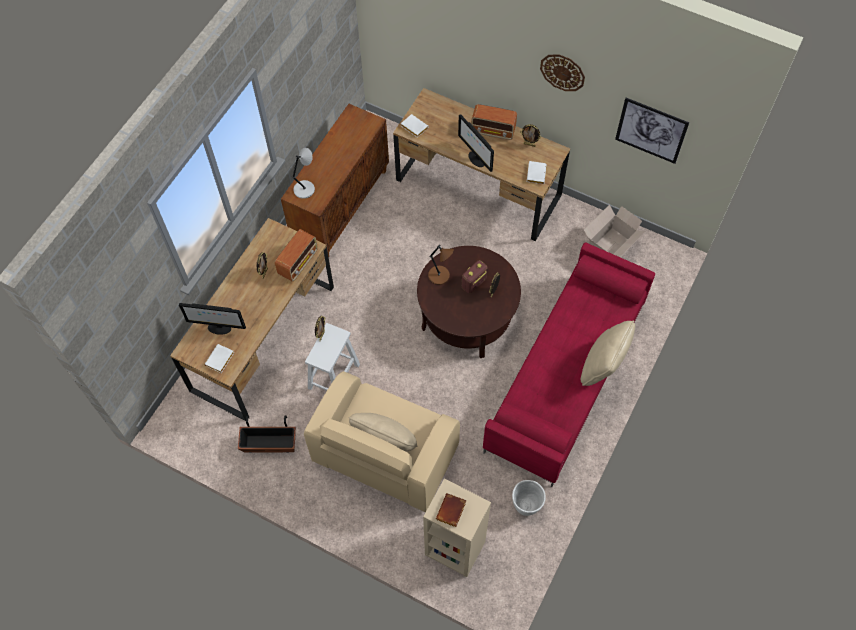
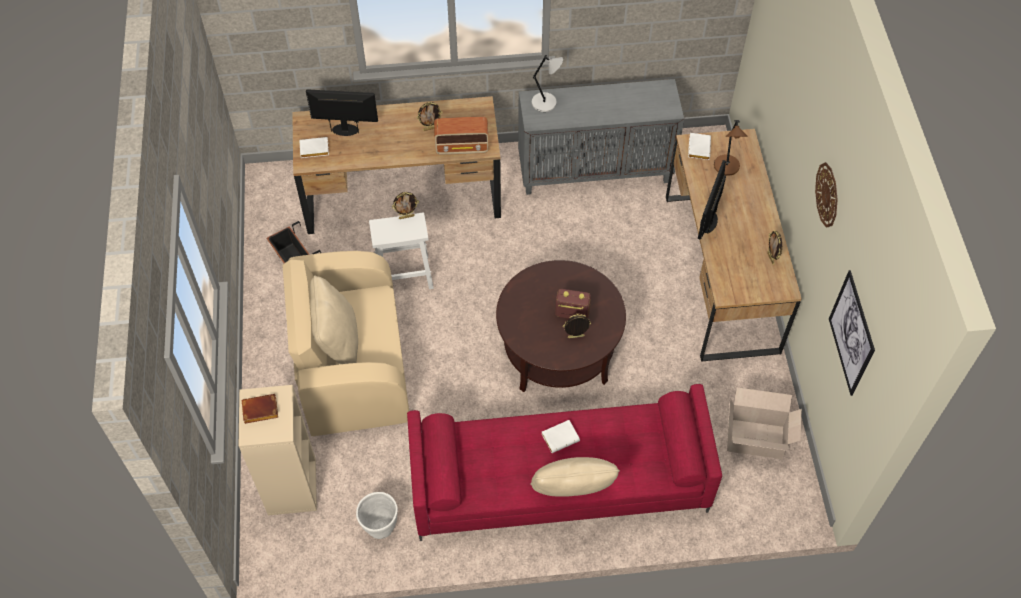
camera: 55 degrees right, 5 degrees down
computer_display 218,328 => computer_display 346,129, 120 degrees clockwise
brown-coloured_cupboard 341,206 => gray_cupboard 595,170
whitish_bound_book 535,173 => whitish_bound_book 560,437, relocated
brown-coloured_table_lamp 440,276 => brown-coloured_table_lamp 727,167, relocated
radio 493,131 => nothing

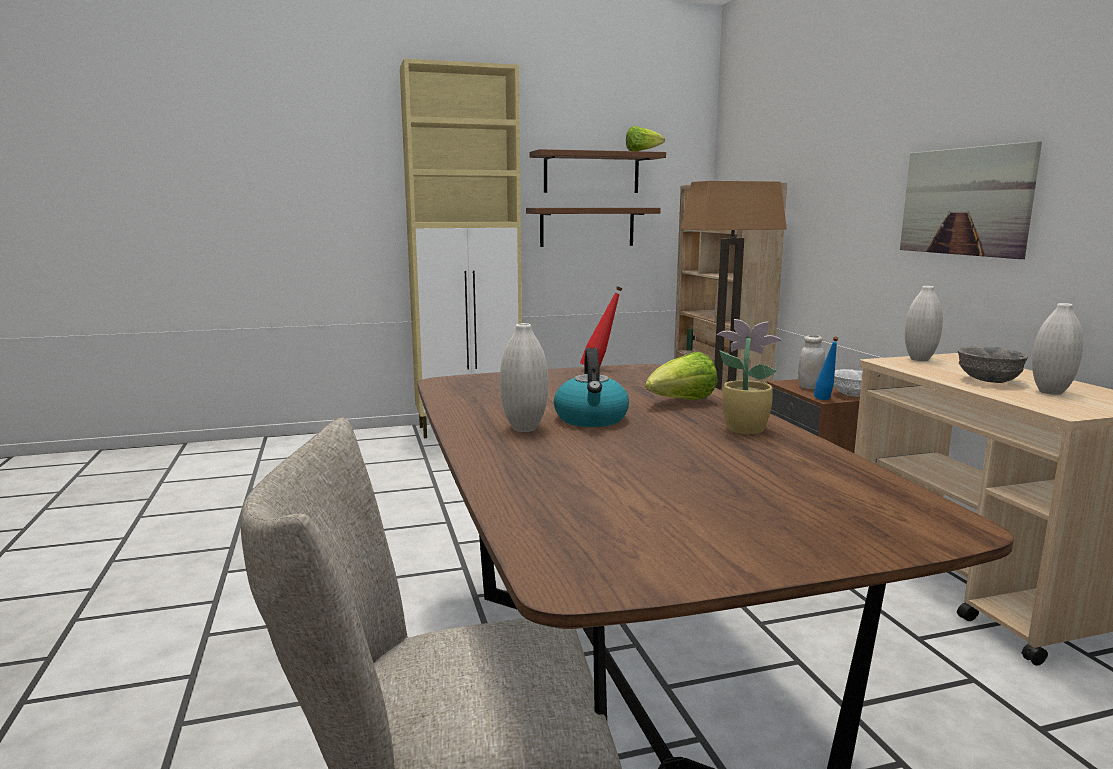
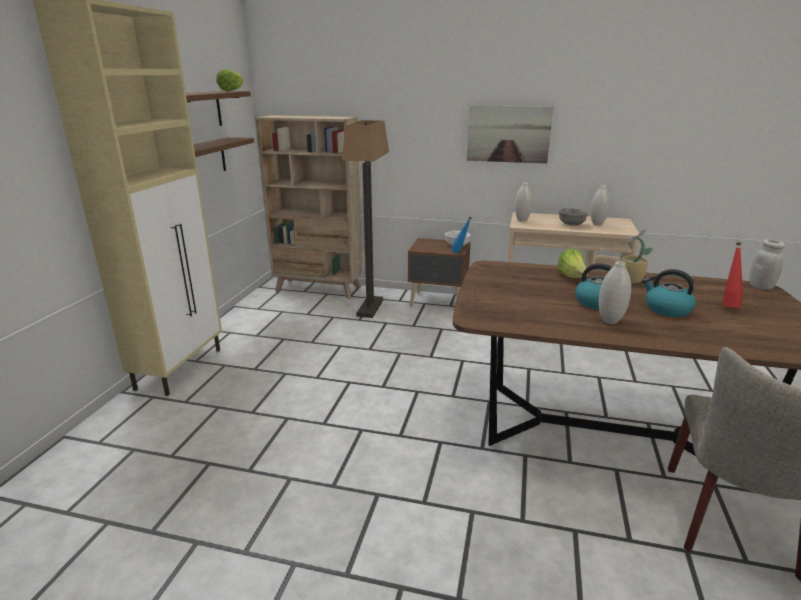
camera: 60 degrees left, 10 degrees up
nothing => tea_kettle 666,309
red_beverage_bottle 600,369 => red_beverage_bottle 728,306, relocated
whitish_preserve_jar 809,387 => whitish_preserve_jar 760,287, relocated

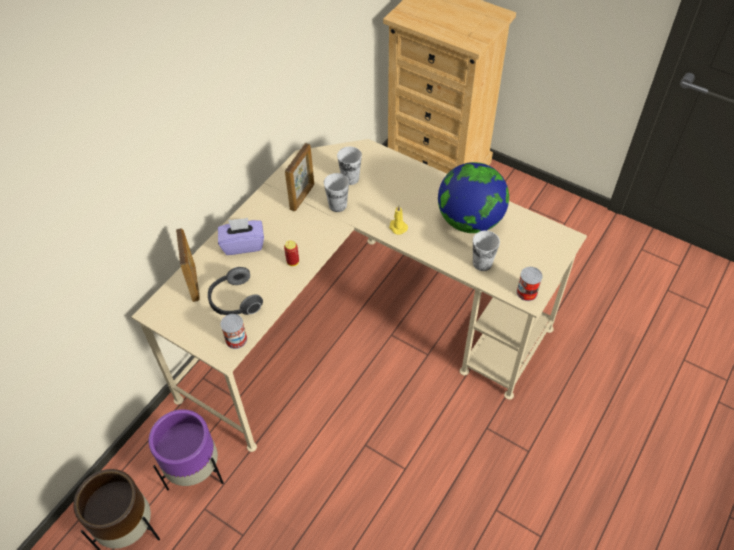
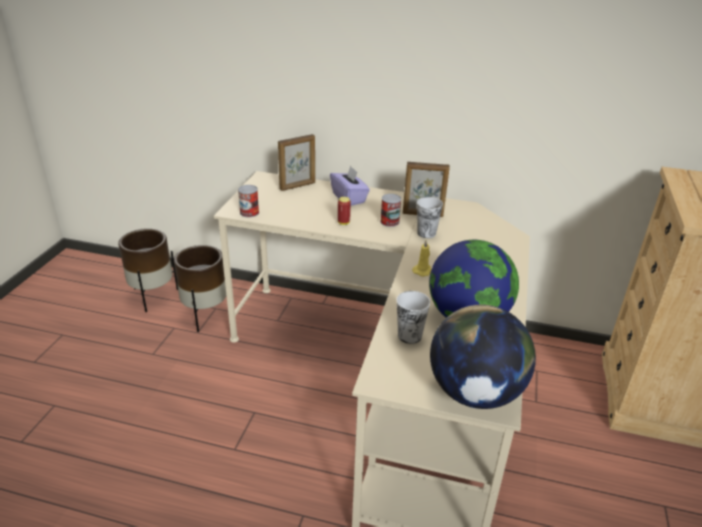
camera: 70 degrees right, 20 degrees down
purple_planter 194,471 => brown-coloured_planter 206,314
can 526,292 => can 389,222, relocated
nothing => world_globe 475,393
headset 234,301 => nothing
cup 350,178 => nothing

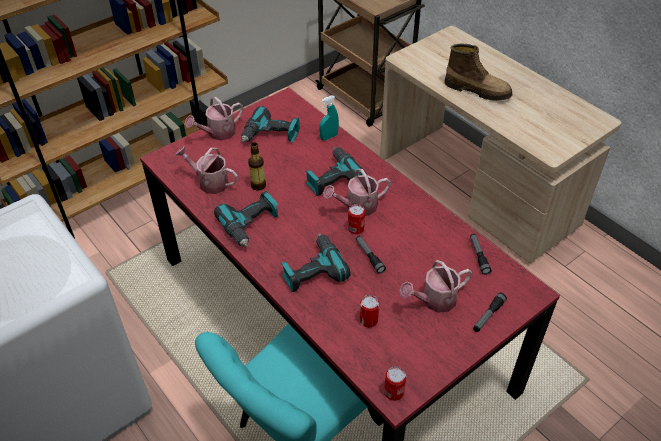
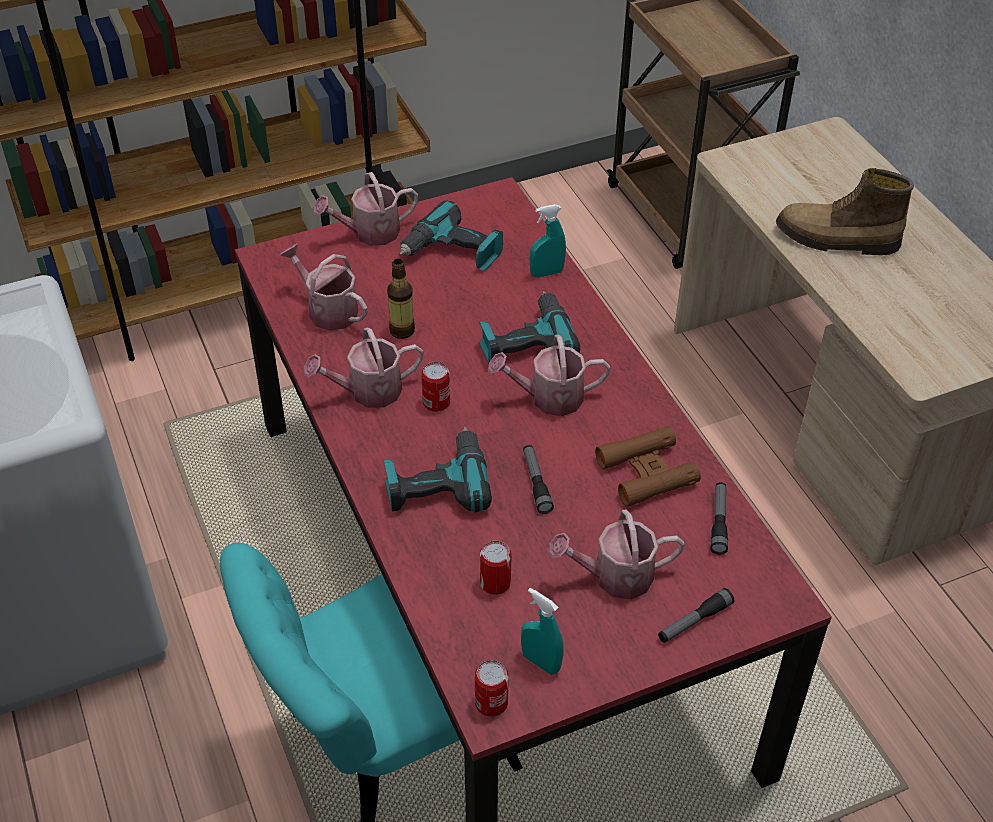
camera: 15 degrees right, 0 degrees up
drill 251,225 => watering_can 367,392
can 356,228 => can 436,402, relocated
nothing => blue-green_hand_sprayer 541,662
nothing => brown-coloured_pair_of_binoculars 646,472
boot 477,90 => boot 836,240, 150 degrees clockwise

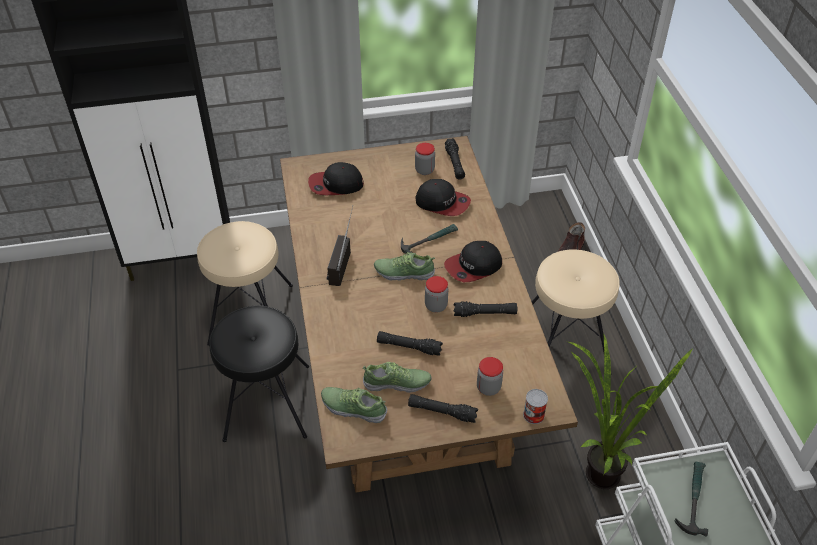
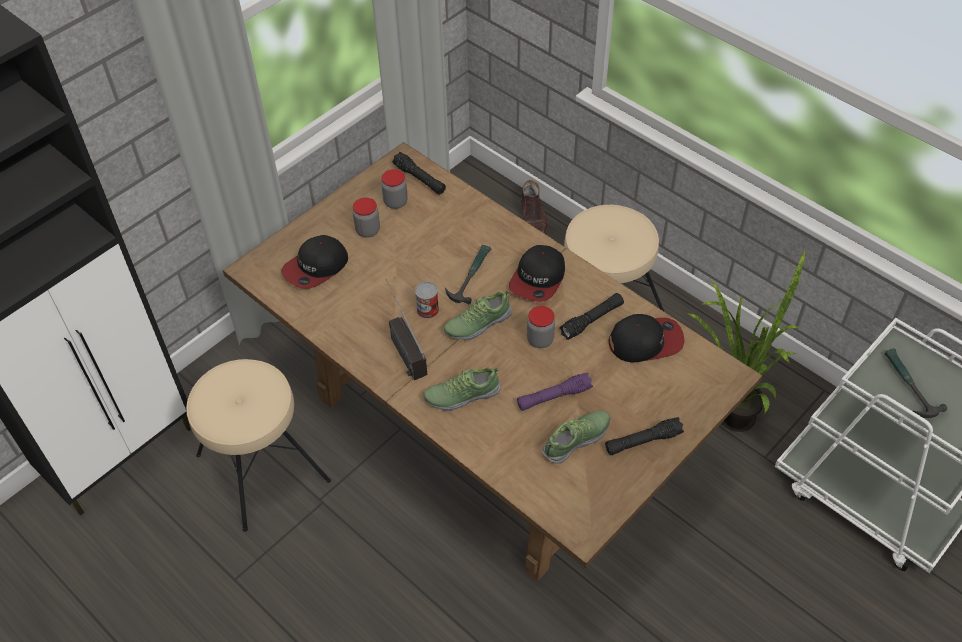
camera: 35 degrees left, 5 degrees up
preserve_jar 488,387 => preserve_jar 368,230, relocated
can 533,415 => can 427,310, relocated
low_shoe 353,407 => low_shoe 462,394, relocated
black-coloured_hand_torch 409,347 => purple_hand_torch 554,397
cap 442,203 => cap 646,341, relocated
black-coloured_stool 266,402 => nothing

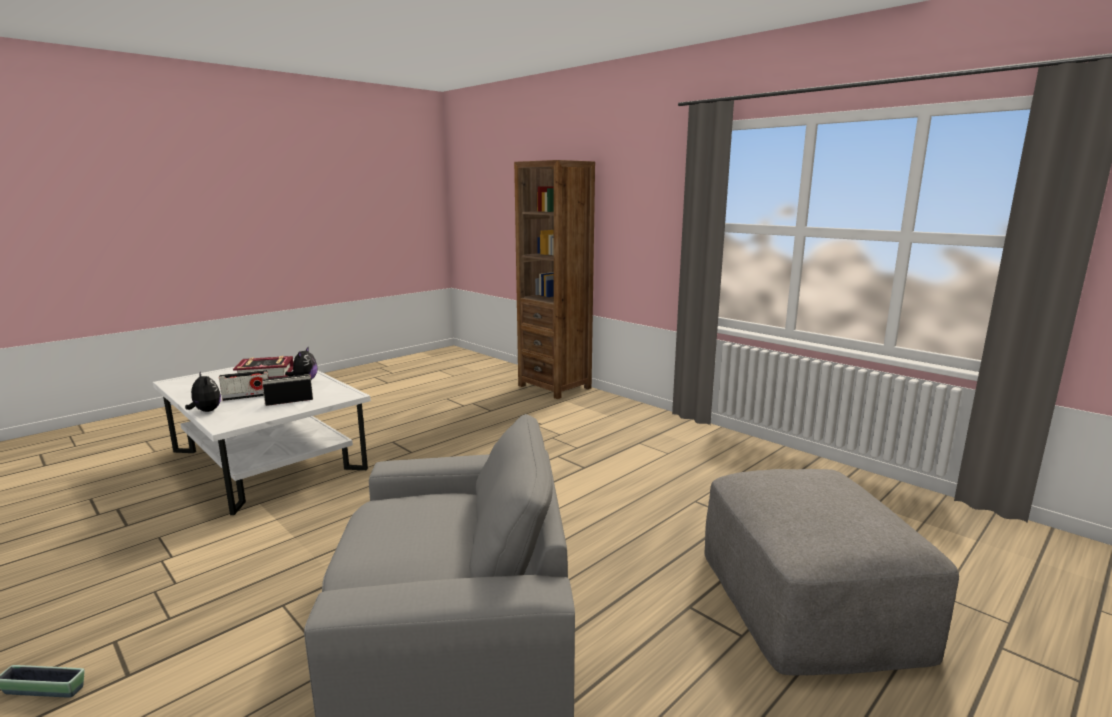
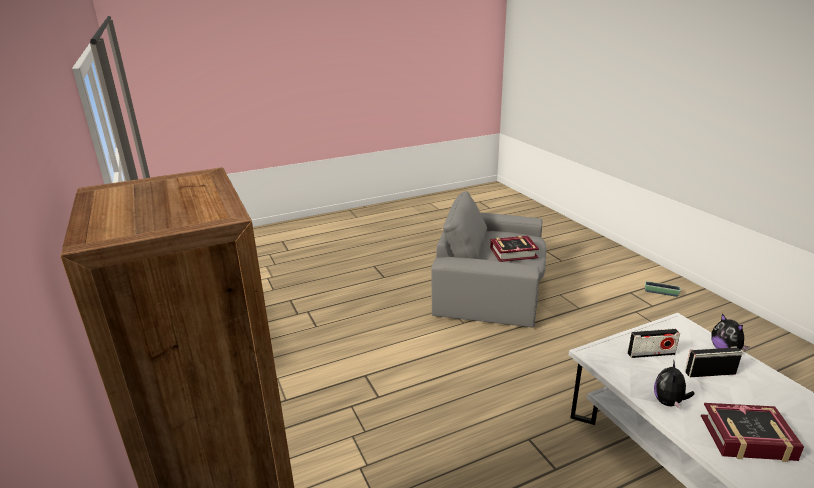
camera: 160 degrees left, 10 degrees up
nothing => bound_book 513,253
gray_pouffe 807,599 => nothing

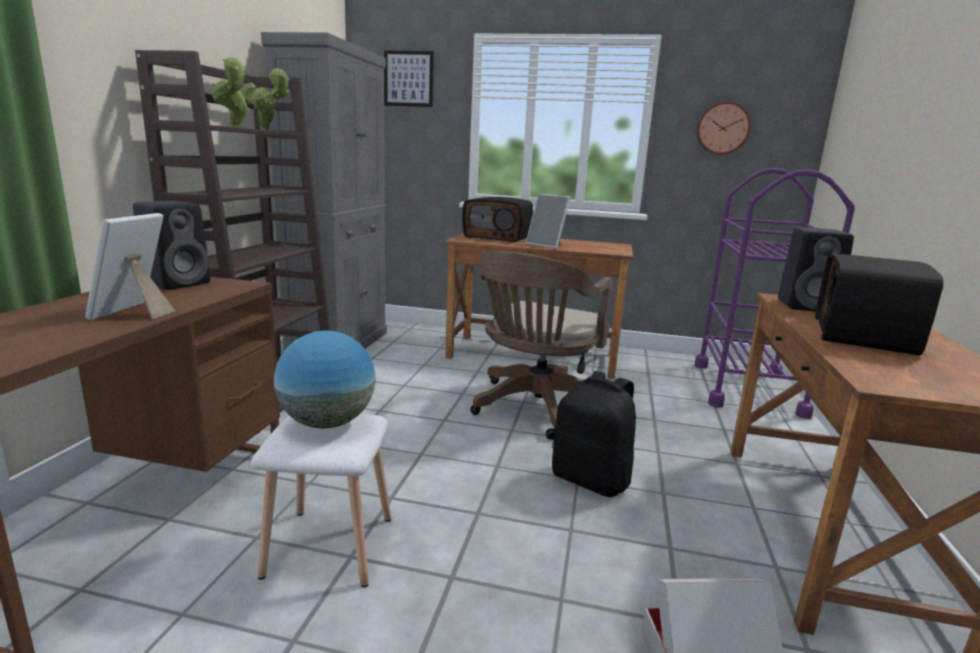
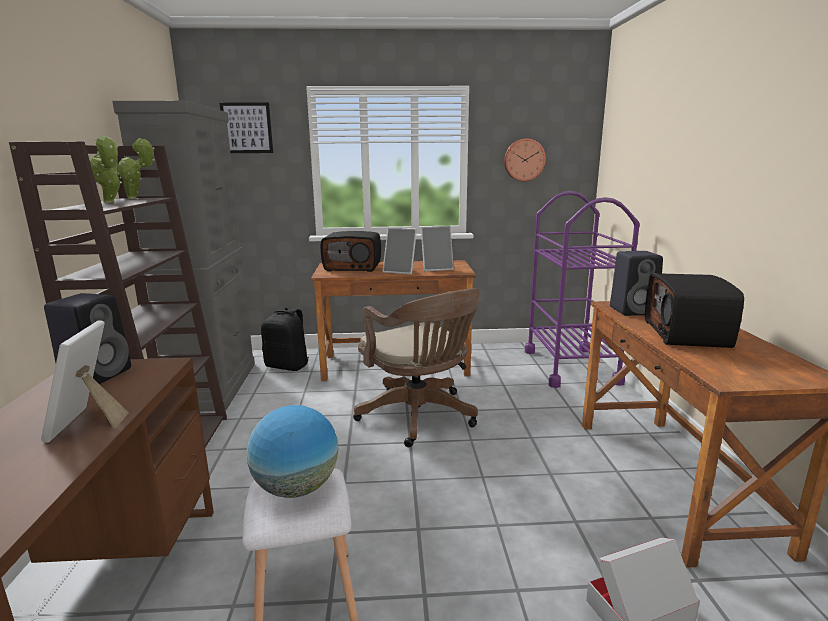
camera: 15 degrees left, 0 degrees up
black-coloured_knapsack 591,480 => black-coloured_knapsack 288,366, relocated
brown-coloured_computer_chair 535,409 => brown-coloured_computer_chair 420,417, 45 degrees counterclockwise
nothing => standing_frame 436,268

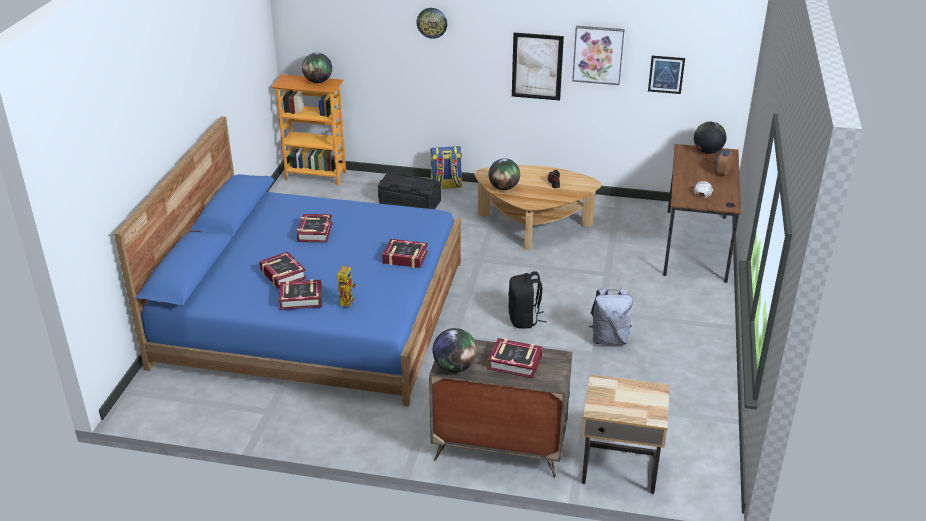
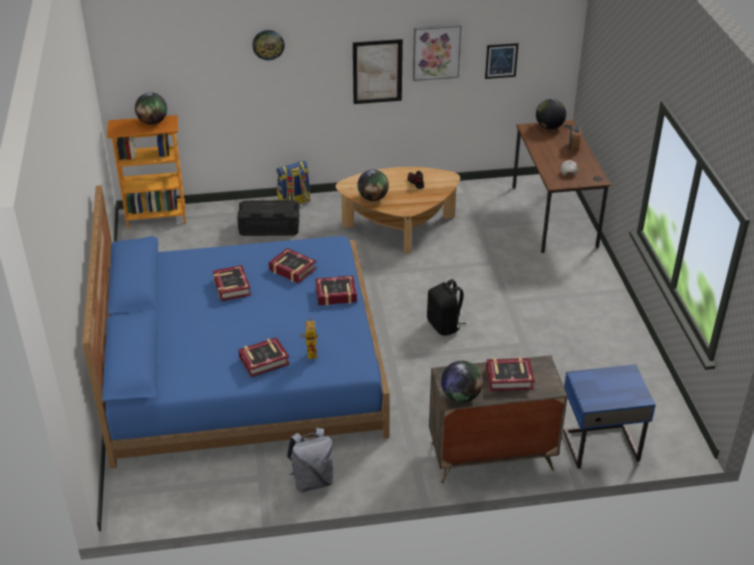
camera: 20 degrees left, 5 degrees up
bound_book 282,274 => bound_book 292,269, relocated
gray_knapsack 609,339 => gray_knapsack 312,480, relocated
beige-coloured_night_table 619,467 => blue-coloured_night_table 599,445

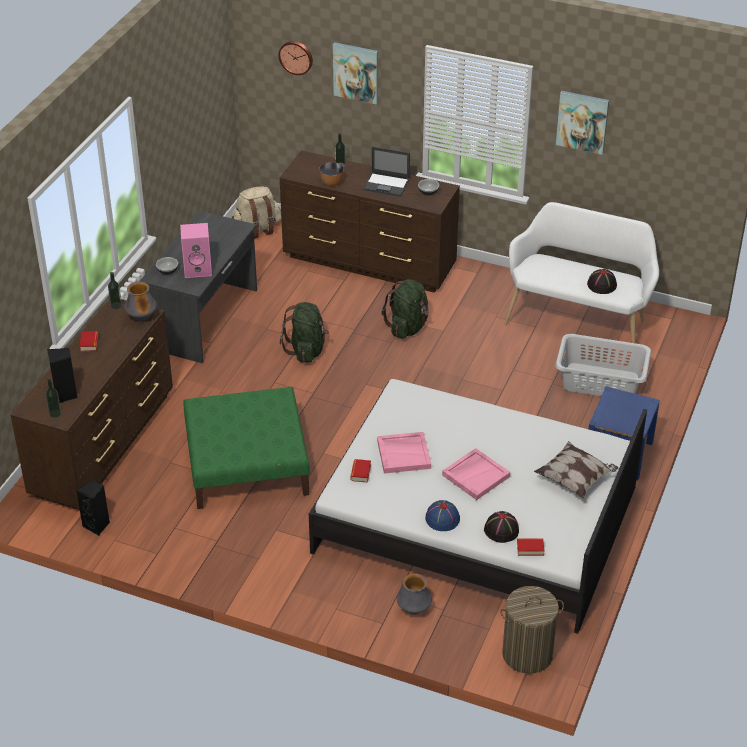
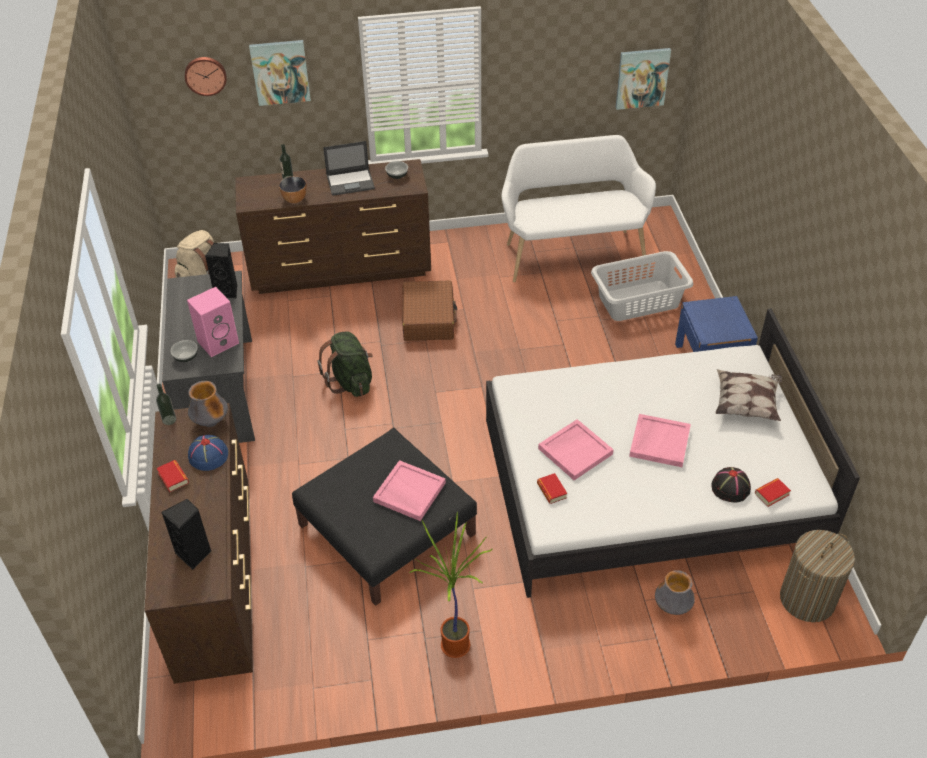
camera: 30 degrees left, 5 degrees up
blue-coloured_clothing_hat 442,518 => blue-coloured_clothing_hat 208,455, relocated
black-coloured_loudspeaker 97,525 => black-coloured_loudspeaker 228,291, relocated
green-coloured_pouffe 246,464 => black-coloured_pouffe 386,531
nothing => pinkish_carrying_tray 408,492
green-coloured_knapsack 408,327 => brown-coloured_travel_case 428,319
nothing => houseplant 454,648
wall_art 582,121 => wall_art 642,78, relocated
beverage_bottle 55,413 => nothing
black-coloured_clothing_hat 602,285 => nothing

